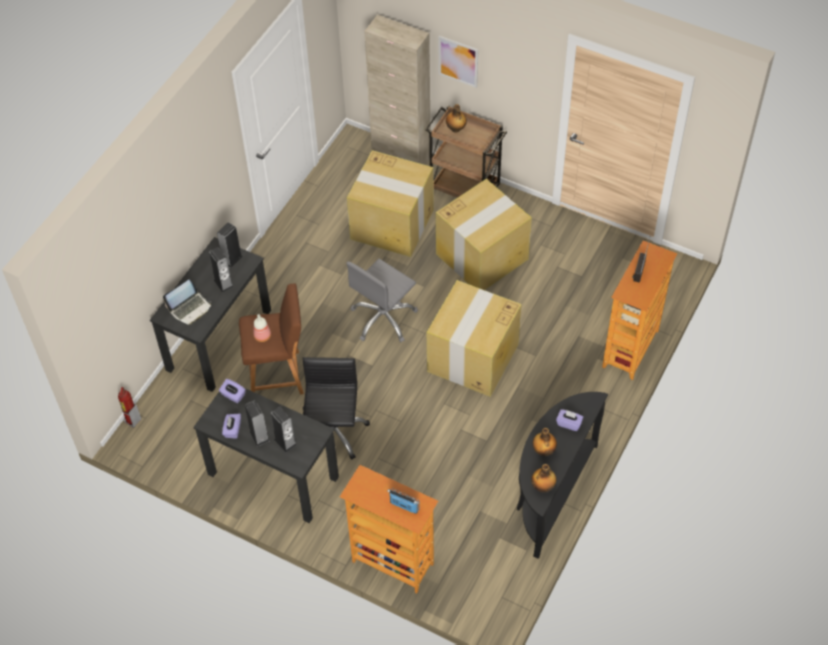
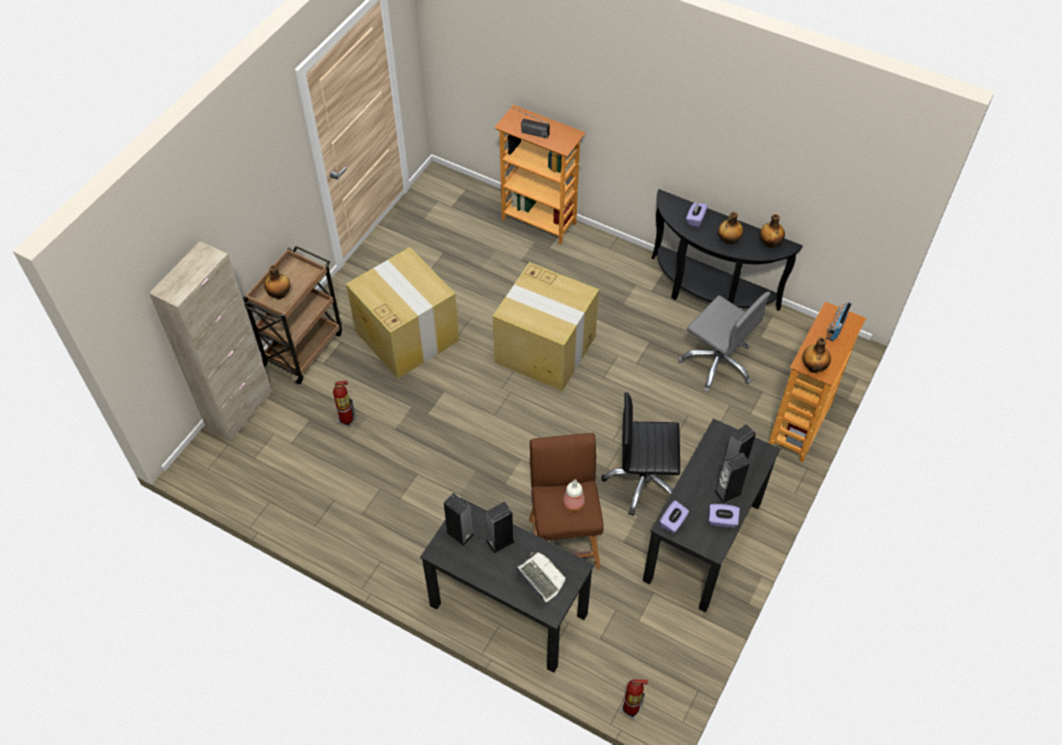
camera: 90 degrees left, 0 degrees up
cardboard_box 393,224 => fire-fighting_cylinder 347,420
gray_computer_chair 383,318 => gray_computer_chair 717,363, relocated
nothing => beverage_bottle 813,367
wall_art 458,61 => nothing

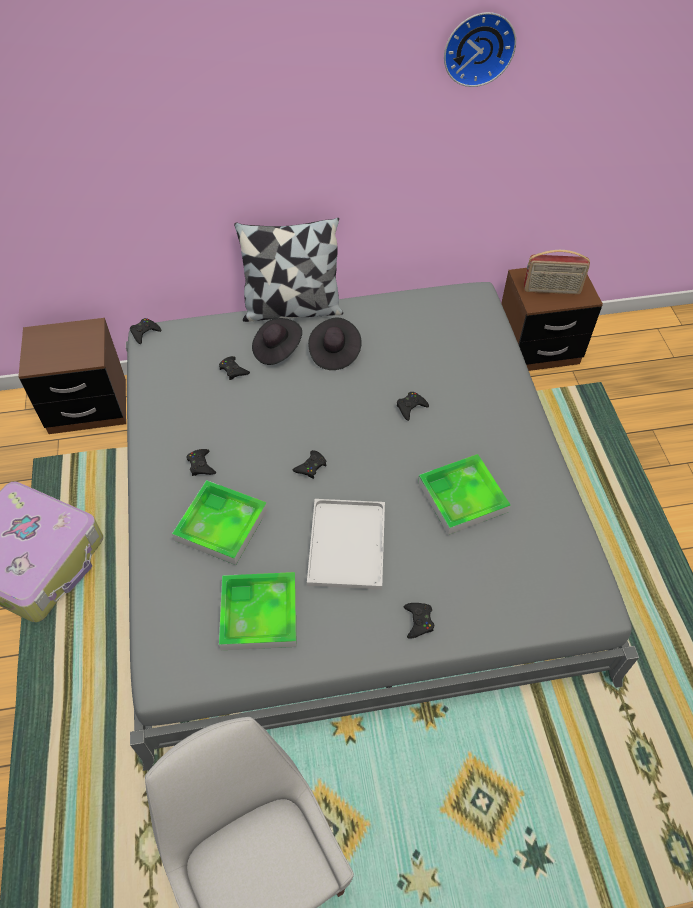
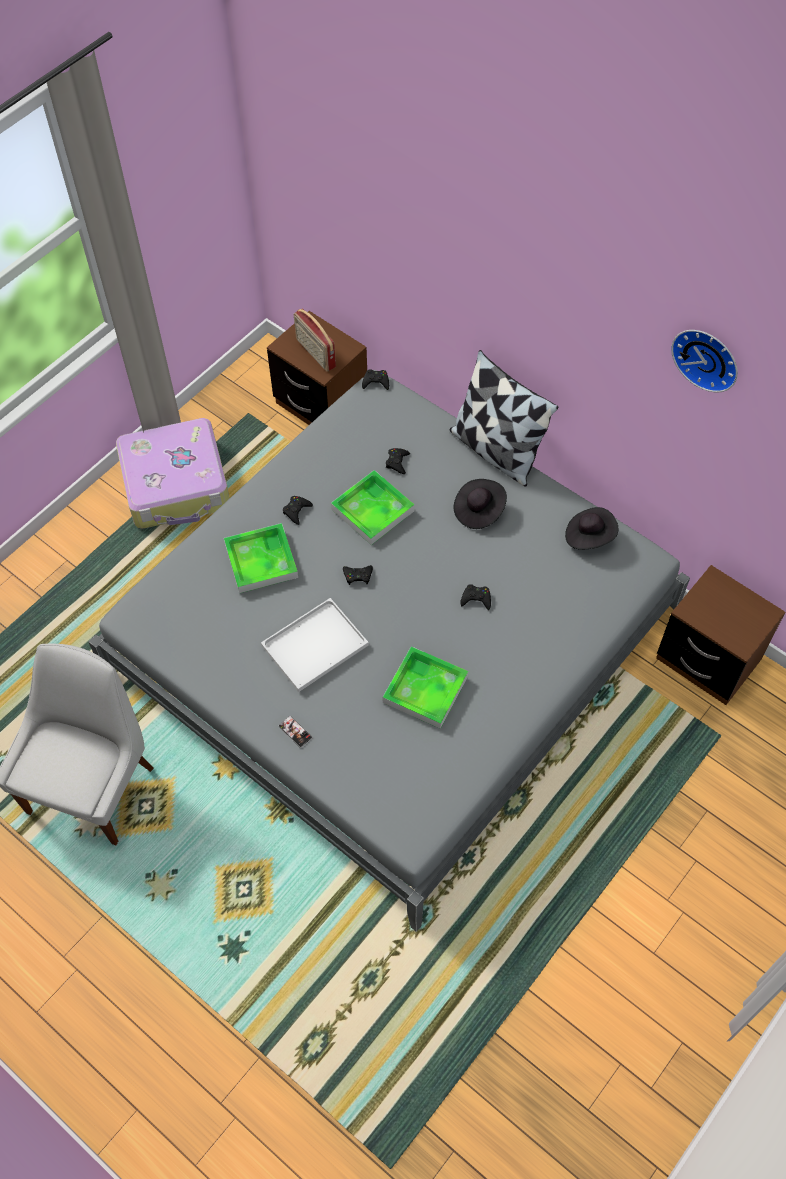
camera: 50 degrees right, 5 degrees up
black-coloured_game_controller 418,621 => phone 295,732
radio 552,290 => radio 315,353, relocated
carrying_tray 259,613 => carrying_tray 372,510, relocated
black-coloured_clothing_hat 277,350 => black-coloured_clothing_hat 589,536, relocated

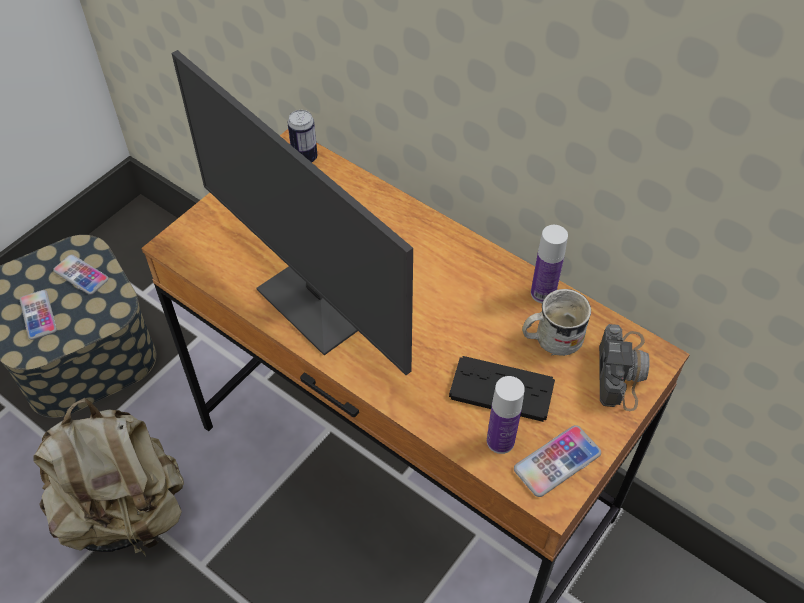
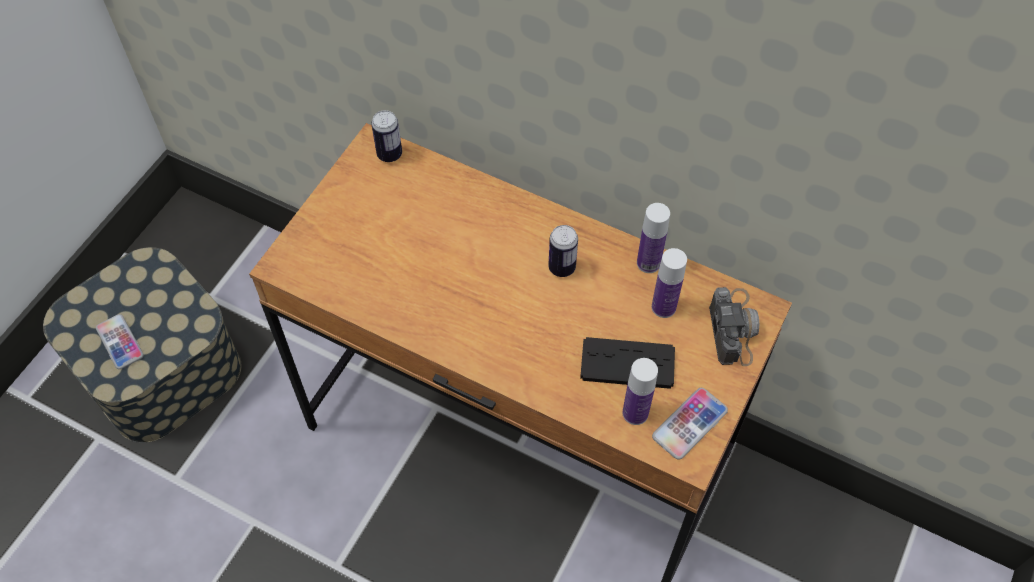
camera: 10 degrees left, 5 degrees up
nothing => can 562,267
whitish_mug 551,339 => beverage_bottle 663,307
beige-coloured_knapsack 125,511 => nothing
phone 81,275 => nothing
computer_display 321,300 => nothing

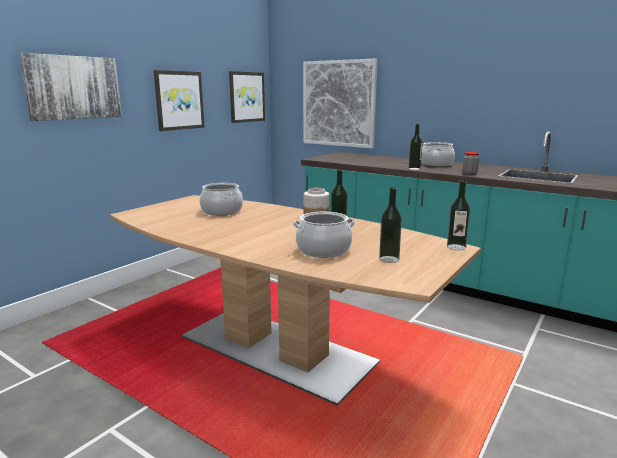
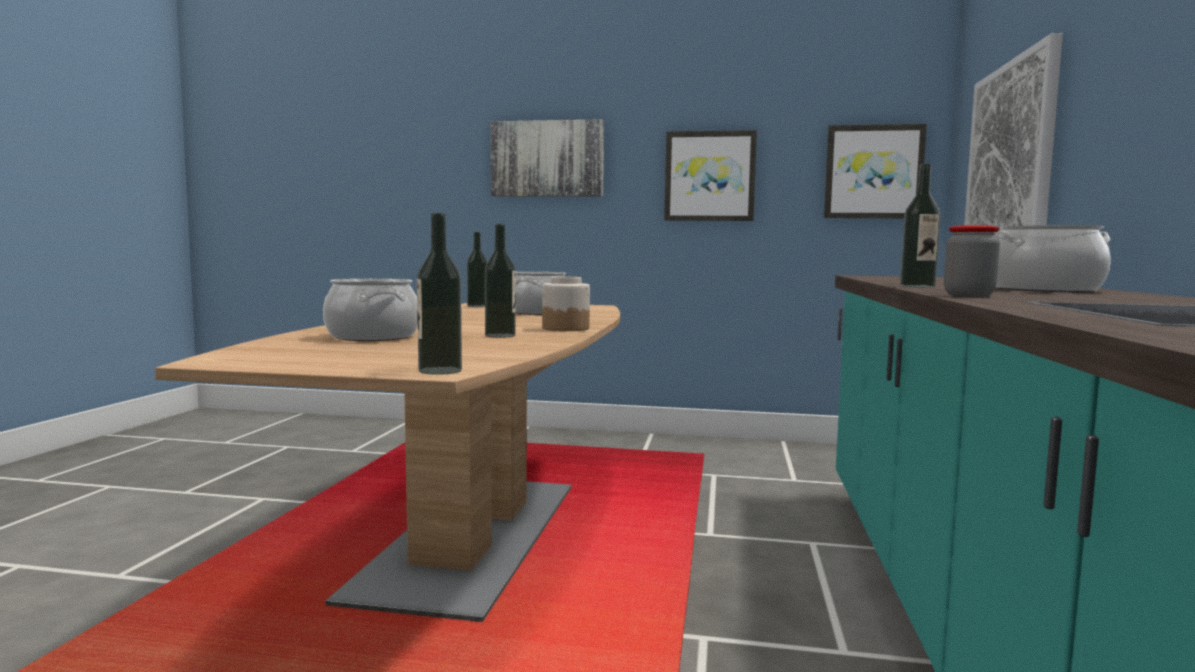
camera: 65 degrees right, 10 degrees down
beverage_bottle 389,259 => beverage_bottle 477,306, relocated

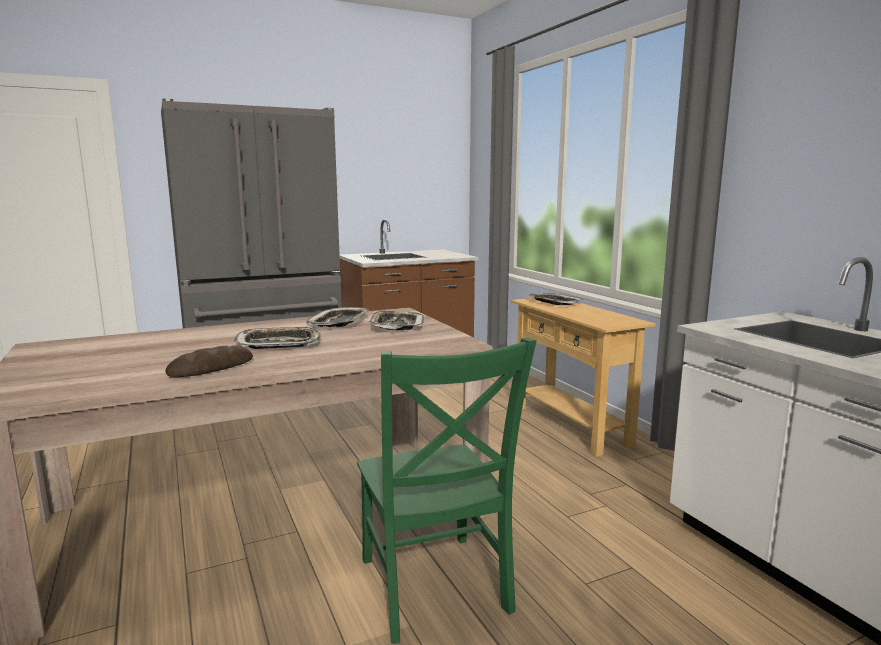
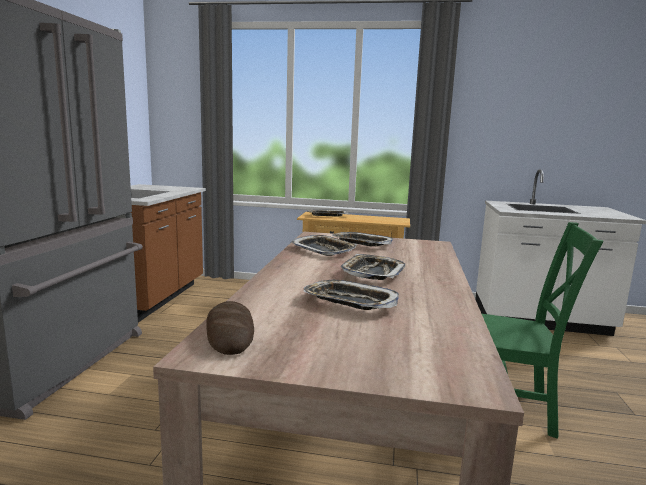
camera: 55 degrees left, 0 degrees up
baked_bread 211,368 => baked_bread 230,333, relocated
nothing => carrying_tray 350,301

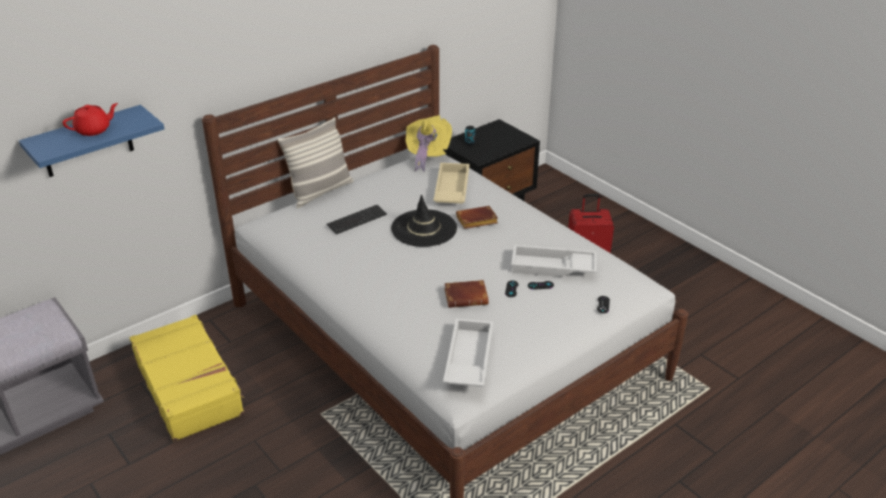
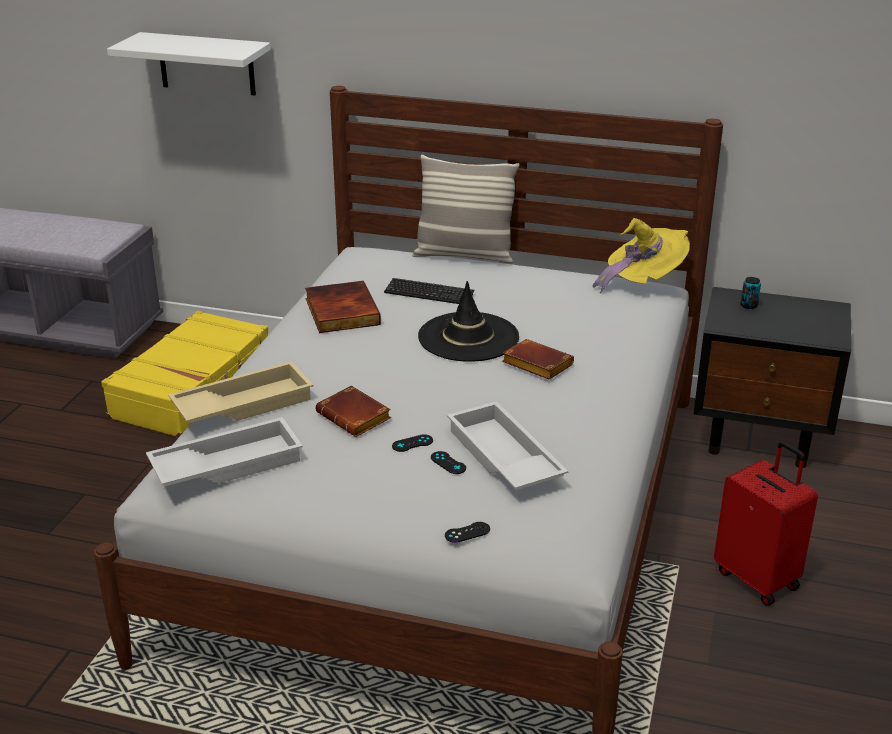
camera: 55 degrees right, 5 degrees down
blue-coloured_wall_shelf 87,142 => whitish_wall_shelf 206,64
beige-coloured_carrying_tray 451,189 => beige-coloured_carrying_tray 243,403, relocated
nothing => bound_book 340,311
red_tea_pot 94,130 => nothing

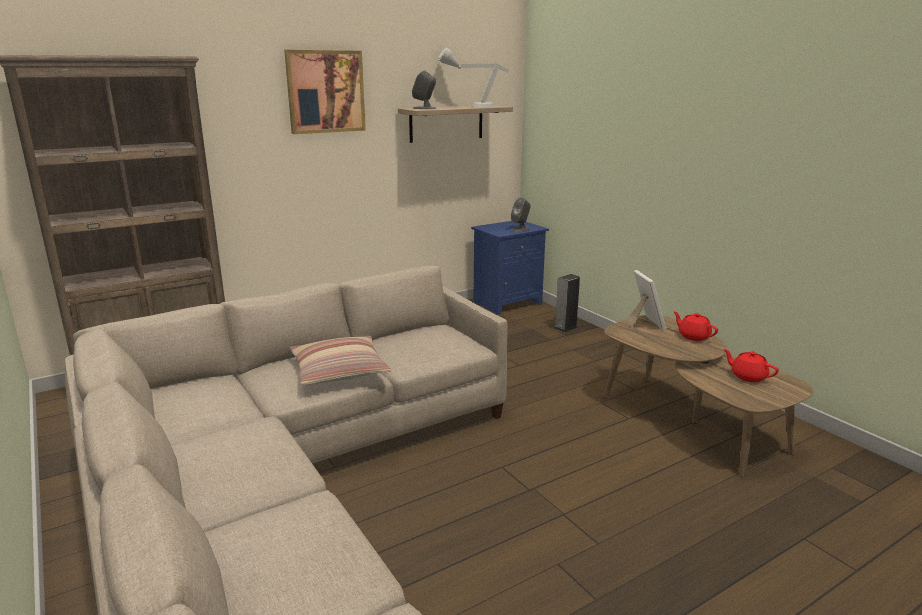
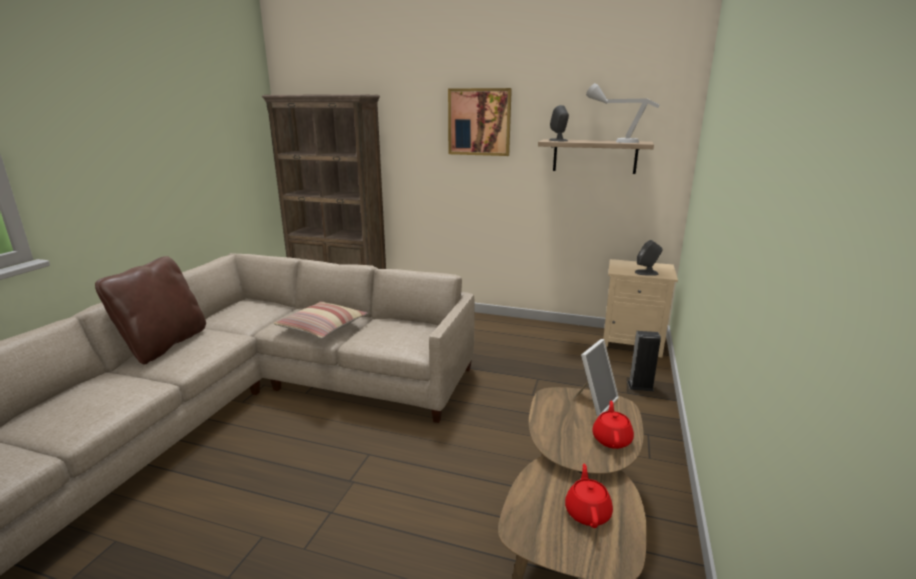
camera: 50 degrees right, 0 degrees up
nothing => brown-coloured_throw_pillow 164,344
blue-coloured_night_table 507,302 => beige-coloured_night_table 632,343

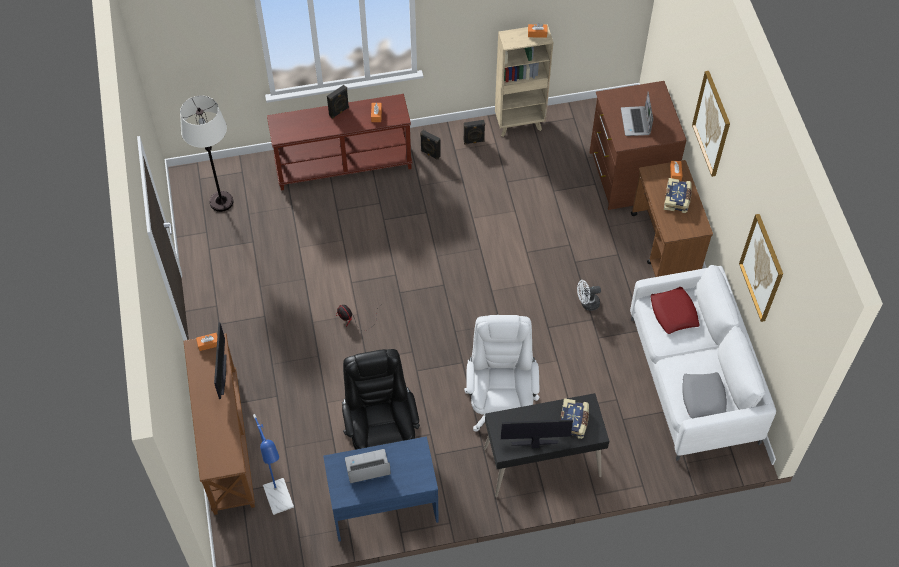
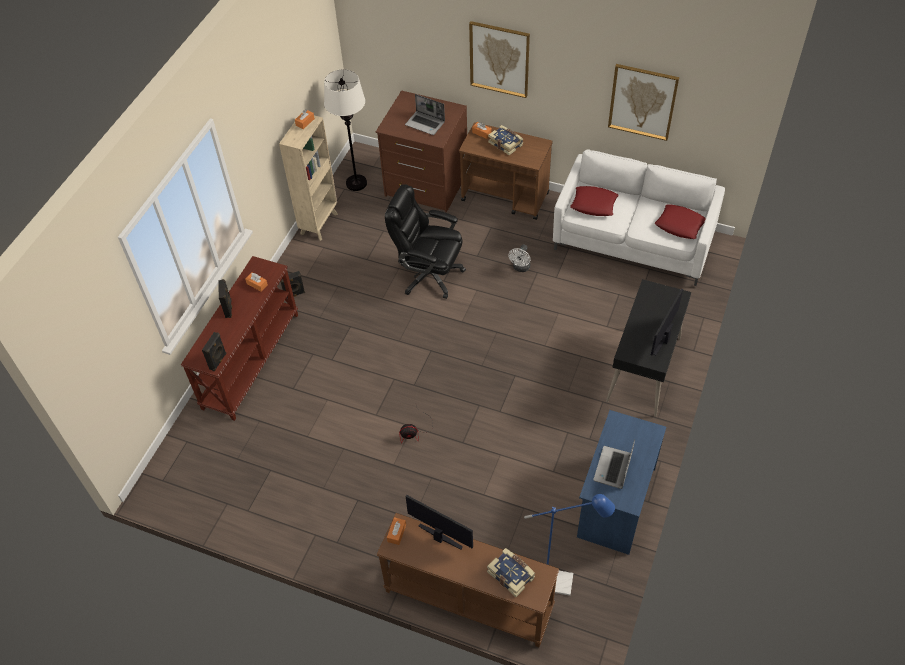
camera: 55 degrees left, 5 degrees down
black-coloured_loudspeaker 474,141 => black-coloured_loudspeaker 218,361, relocated
whitish_standing_lamp 221,202 => whitish_standing_lamp 356,183, relocated
black-coloured_computer_chair 382,437 => black-coloured_computer_chair 429,274, relocated
bound_book 573,421 => bound_book 511,574, relocated
gray_throw_pillow 703,398 => red_throw_pillow 680,225
whitish_computer_chair 500,402 => nothing

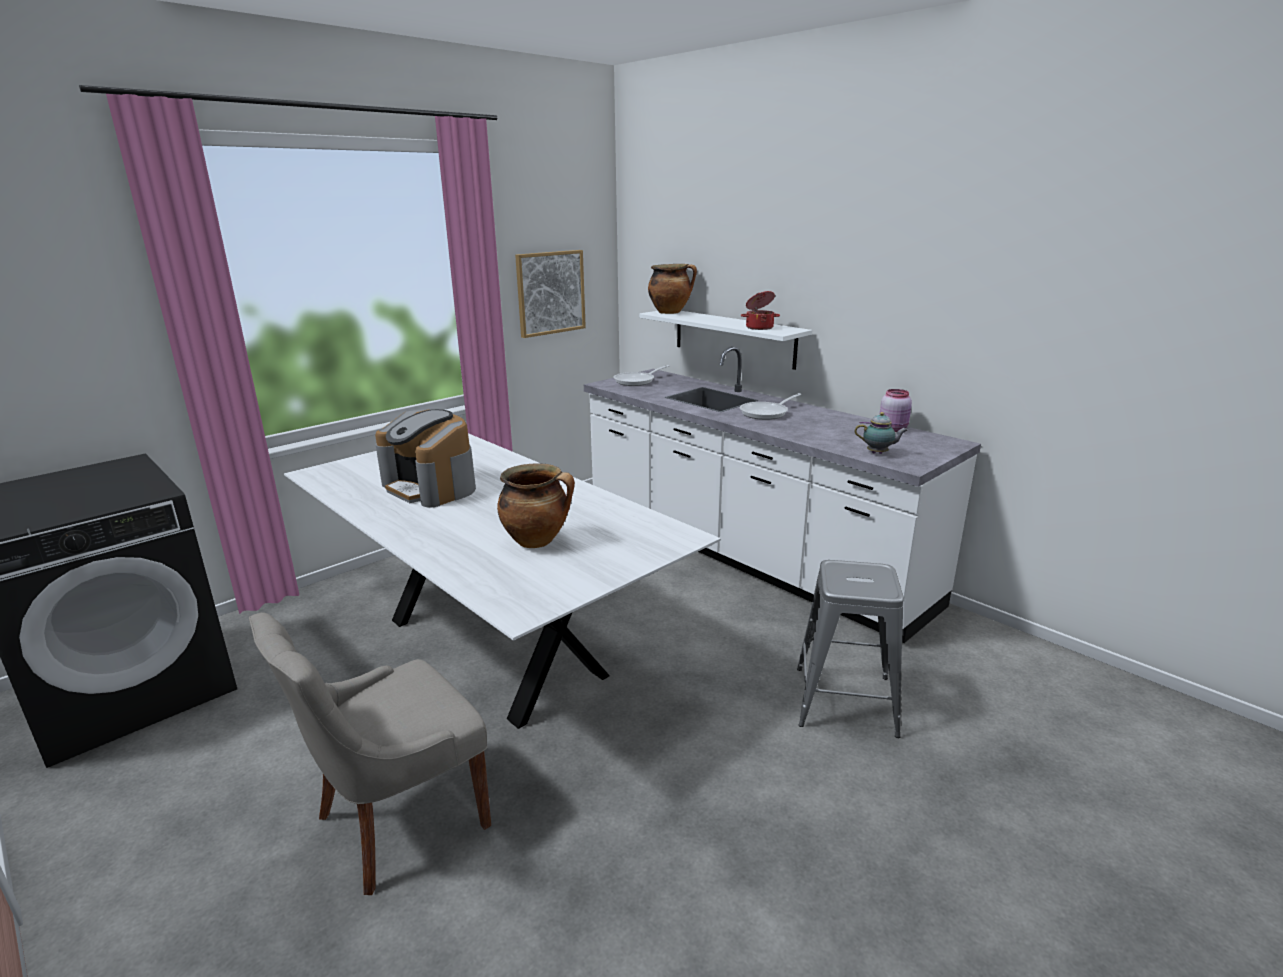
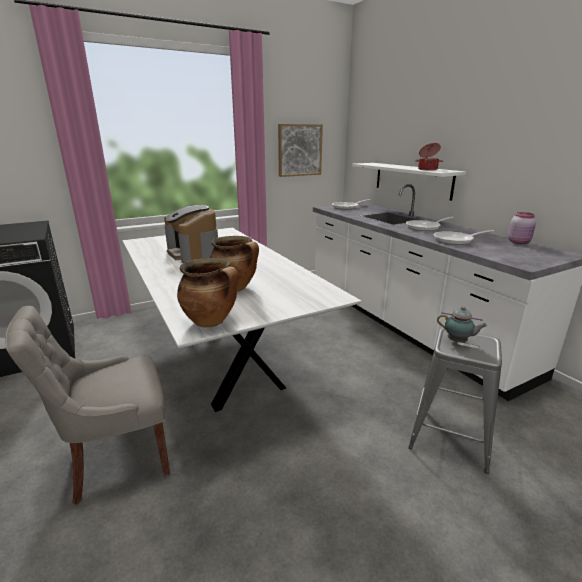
camera: 15 degrees right, 0 degrees up
saucepot 671,312 => saucepot 211,321, relocated
nothing => skillet 456,240
tea_pot 878,453 => tea_pot 458,341, relocated

